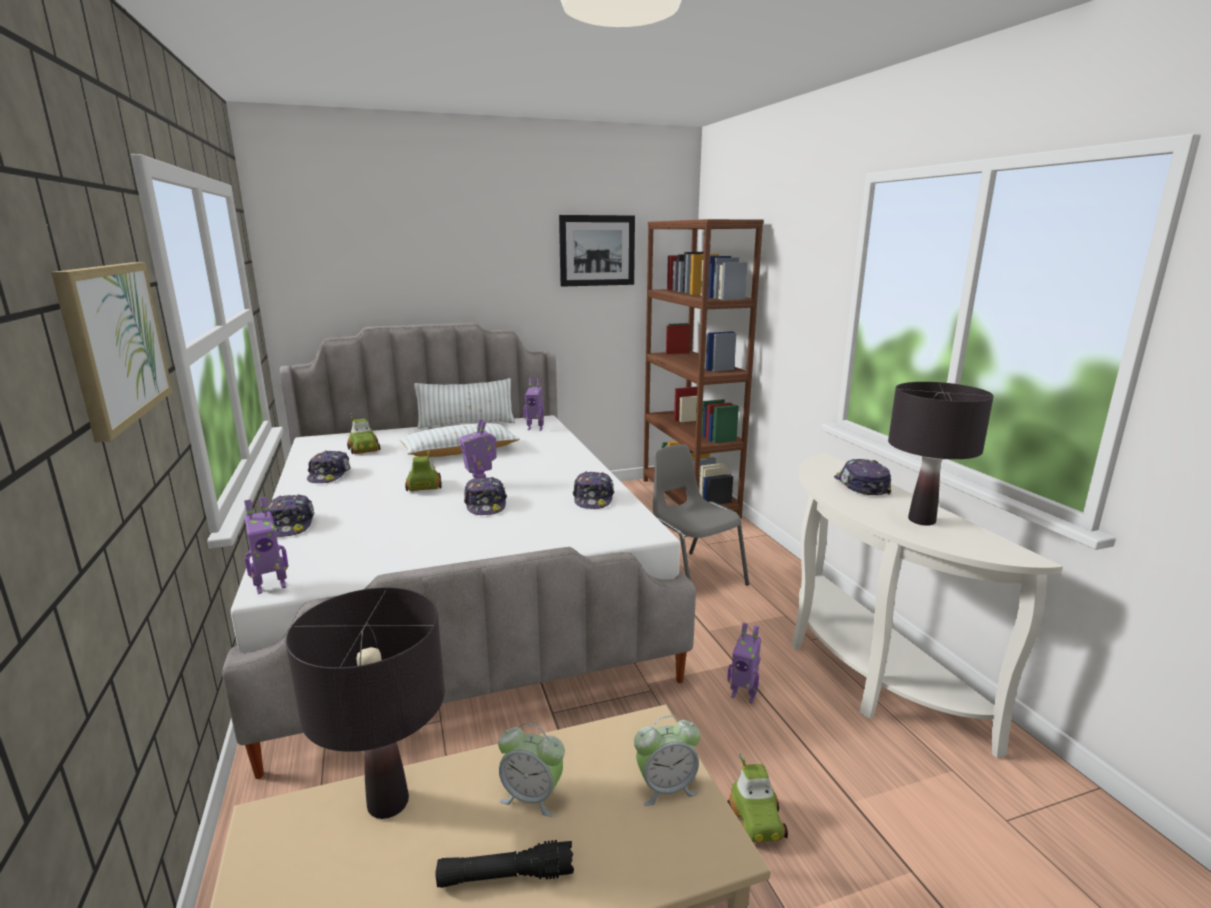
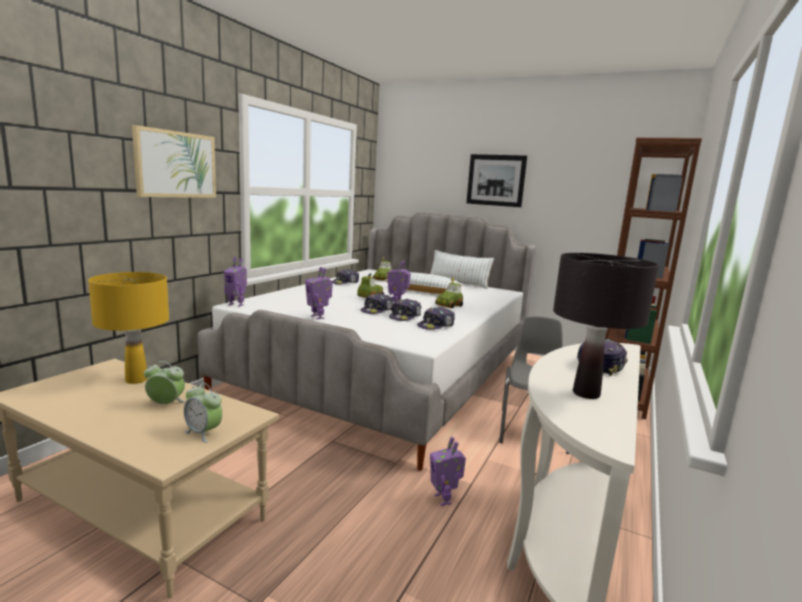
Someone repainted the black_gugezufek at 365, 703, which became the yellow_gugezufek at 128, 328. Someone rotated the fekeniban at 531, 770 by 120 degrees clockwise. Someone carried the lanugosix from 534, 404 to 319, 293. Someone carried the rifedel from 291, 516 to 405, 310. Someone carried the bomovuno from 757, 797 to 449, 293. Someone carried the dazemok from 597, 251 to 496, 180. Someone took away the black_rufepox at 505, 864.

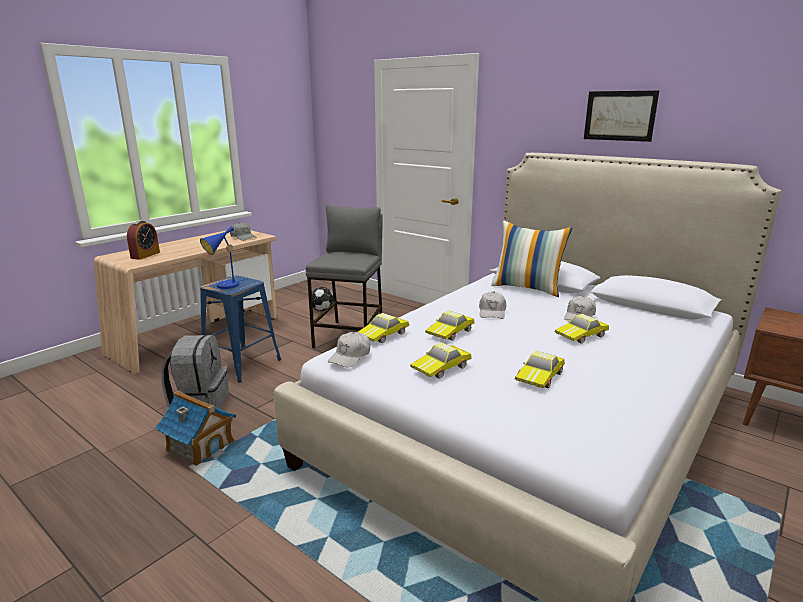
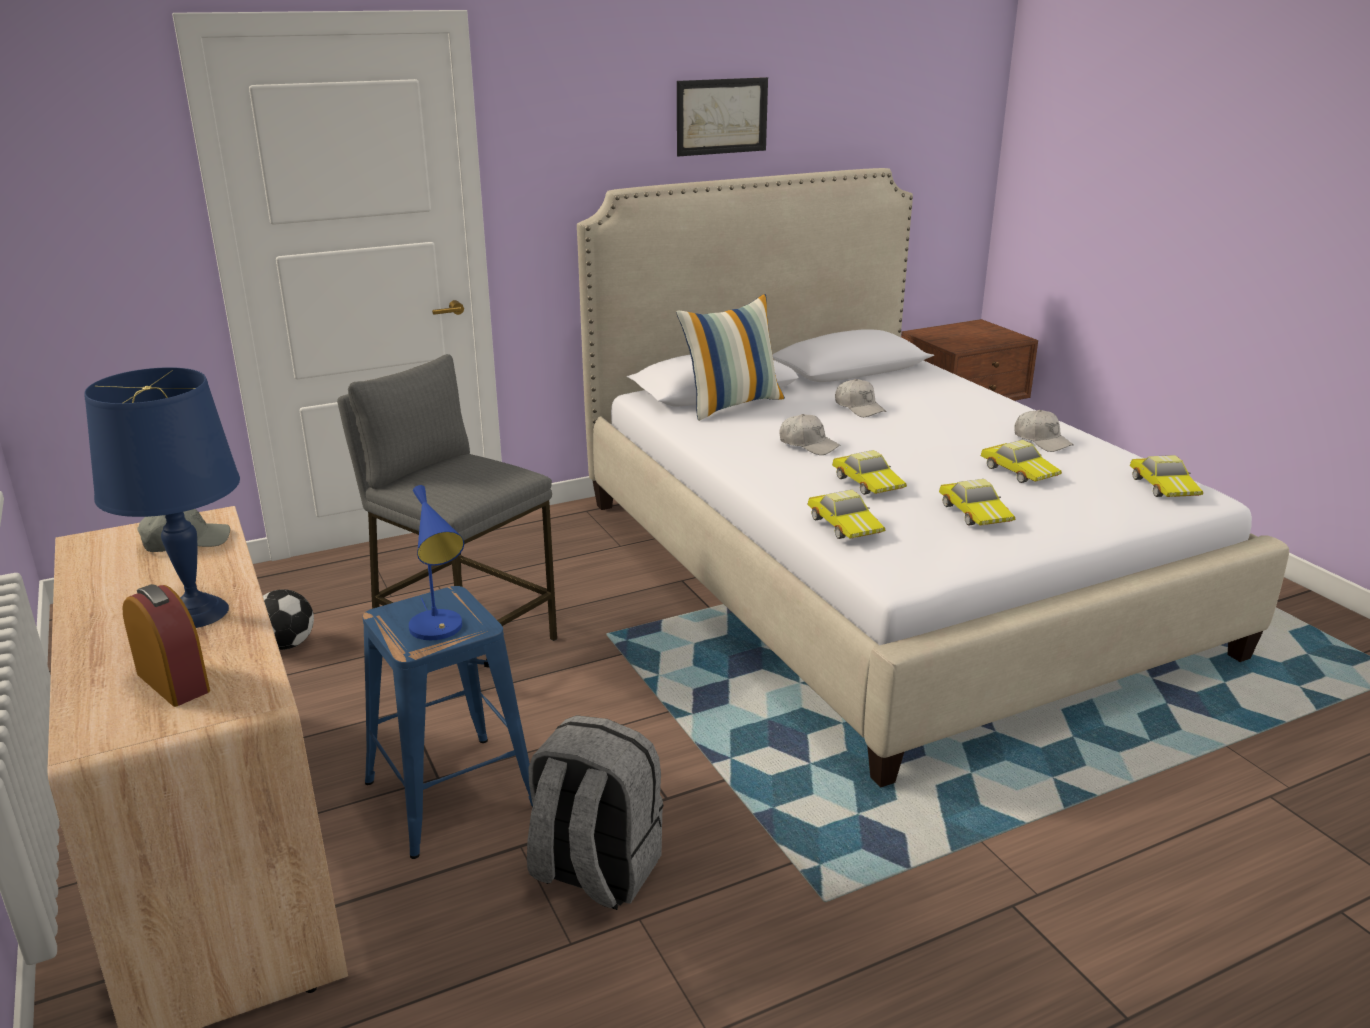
Someone put down the blue_gugezufek at 162, 497. Someone carried the white_rifedel from 349, 350 to 1044, 431. Someone carried the bomovuno from 581, 329 to 1166, 476. Someone took away the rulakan at 195, 428.

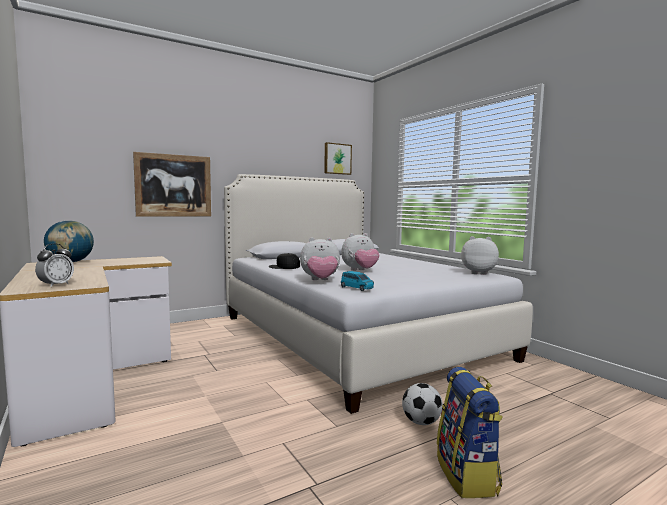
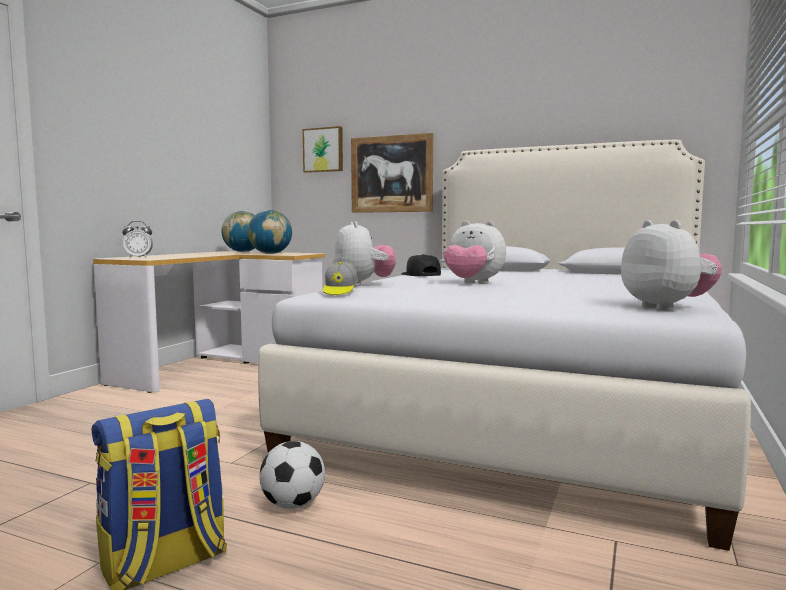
Someone put down the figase at 270, 232. Someone carried the dazemok from 338, 158 to 323, 149. Someone swapped the blue_bomovuno at 357, 281 for the rifedel at 340, 278. Someone rotated the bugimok at 320, 258 by 150 degrees counterclockwise.

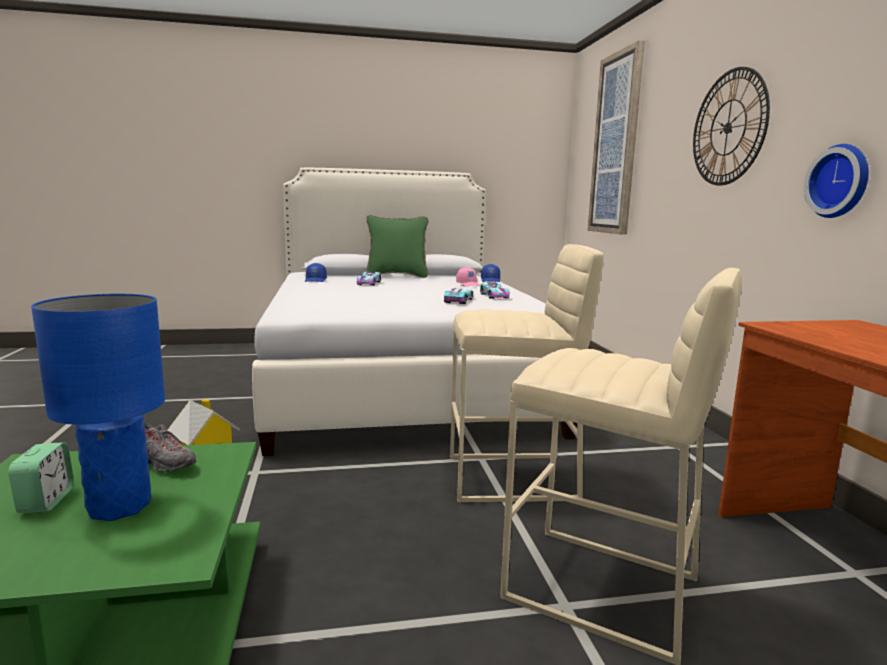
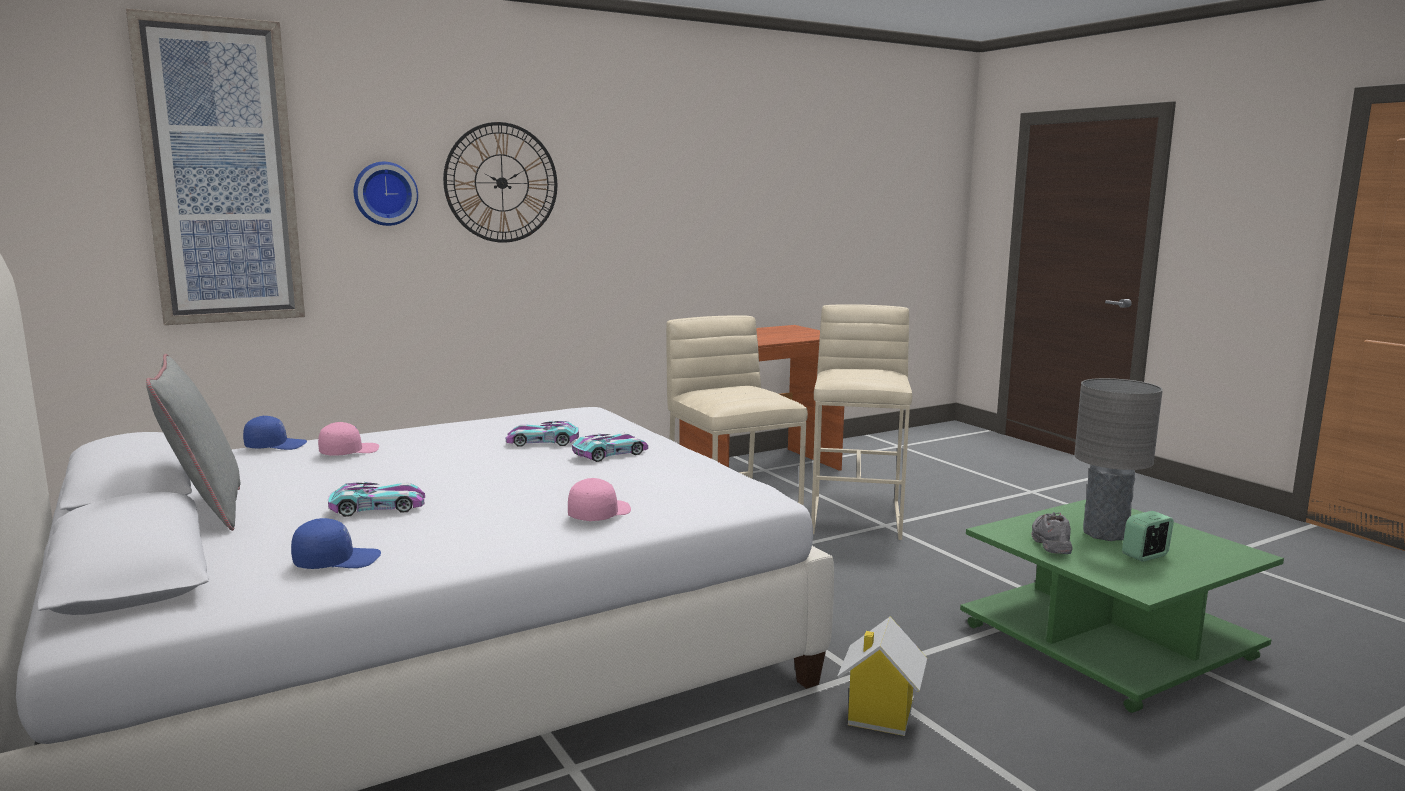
Someone repainted the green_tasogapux at 397, 246, which became the grey_tasogapux at 193, 442. Someone carried the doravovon from 836, 181 to 386, 194. Someone put down the pink_rifedel at 599, 499. Someone carried the bomovuno from 495, 290 to 610, 447. Someone repainted the blue_gugezufek at 98, 407, which became the grey_gugezufek at 1118, 459.

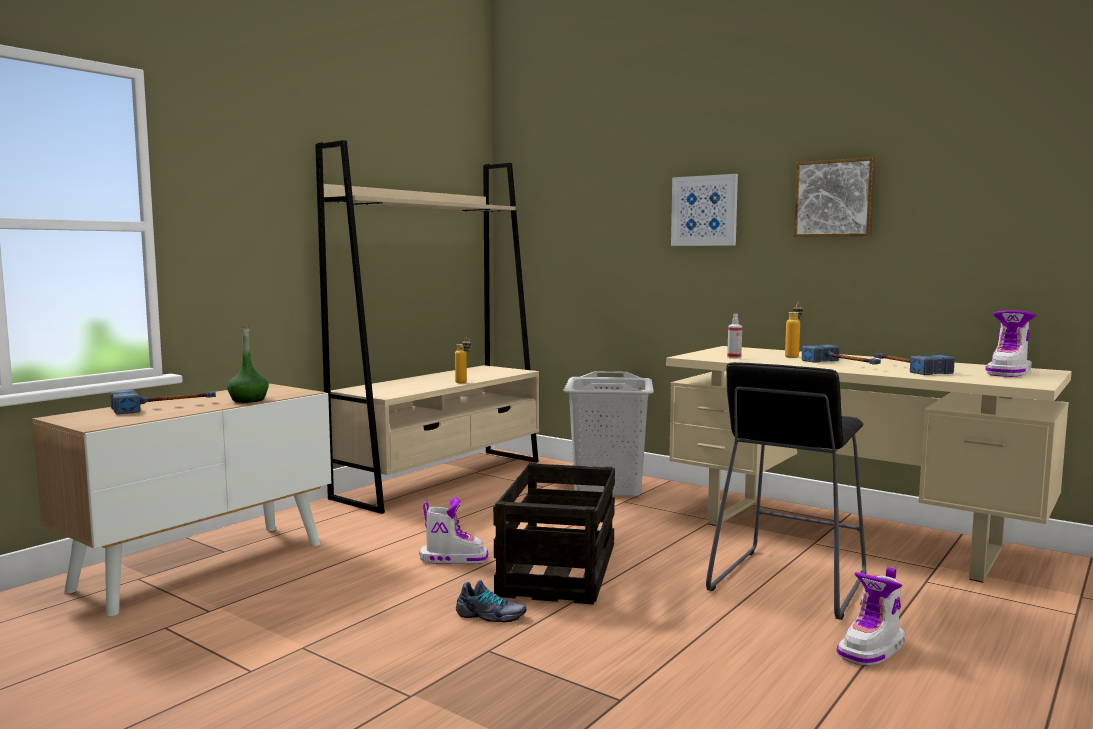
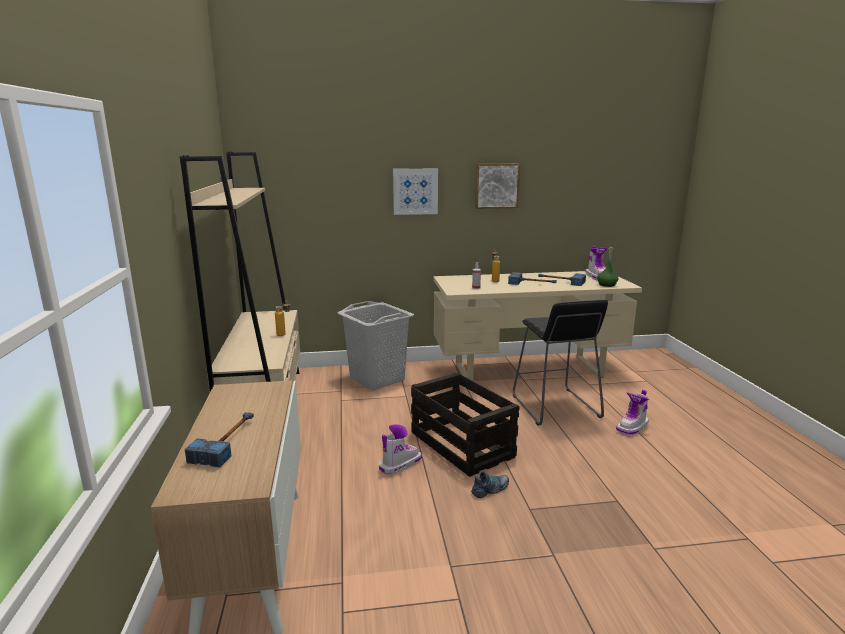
Someone carried the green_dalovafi from 248, 364 to 607, 267. Someone rotated the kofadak at 871, 616 by 45 degrees clockwise.

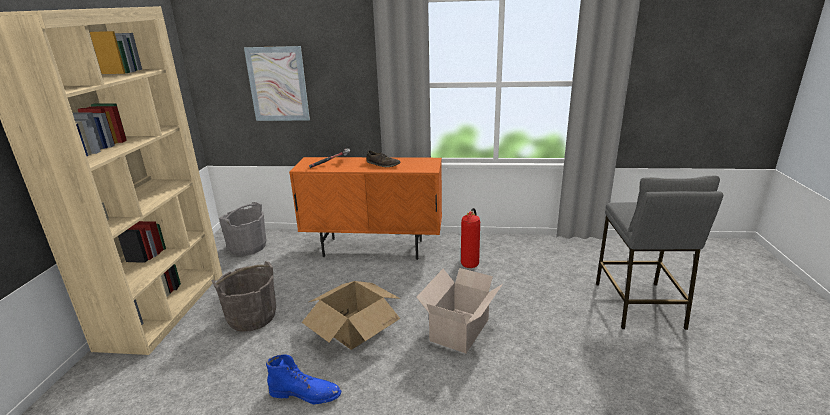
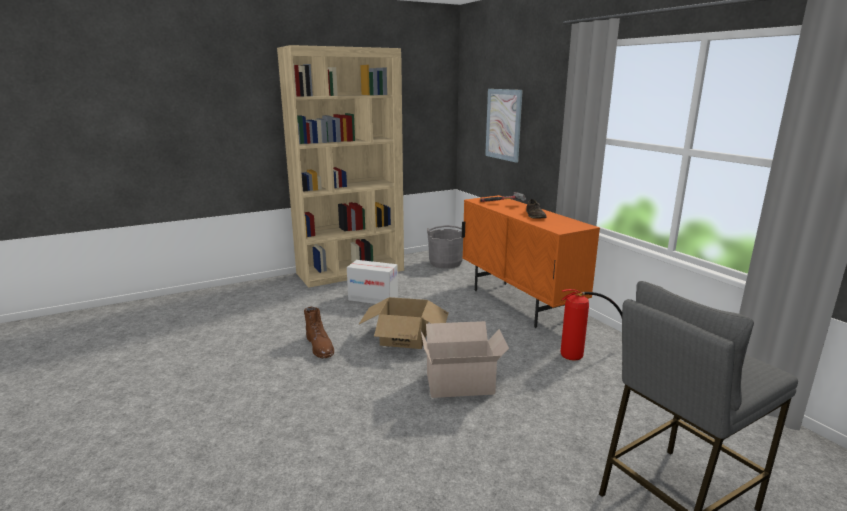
Someone repainted the blue_kofadak at 303, 379, which became the brown_kofadak at 319, 332. Someone swapped the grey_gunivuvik at 243, 296 for the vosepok at 372, 282.

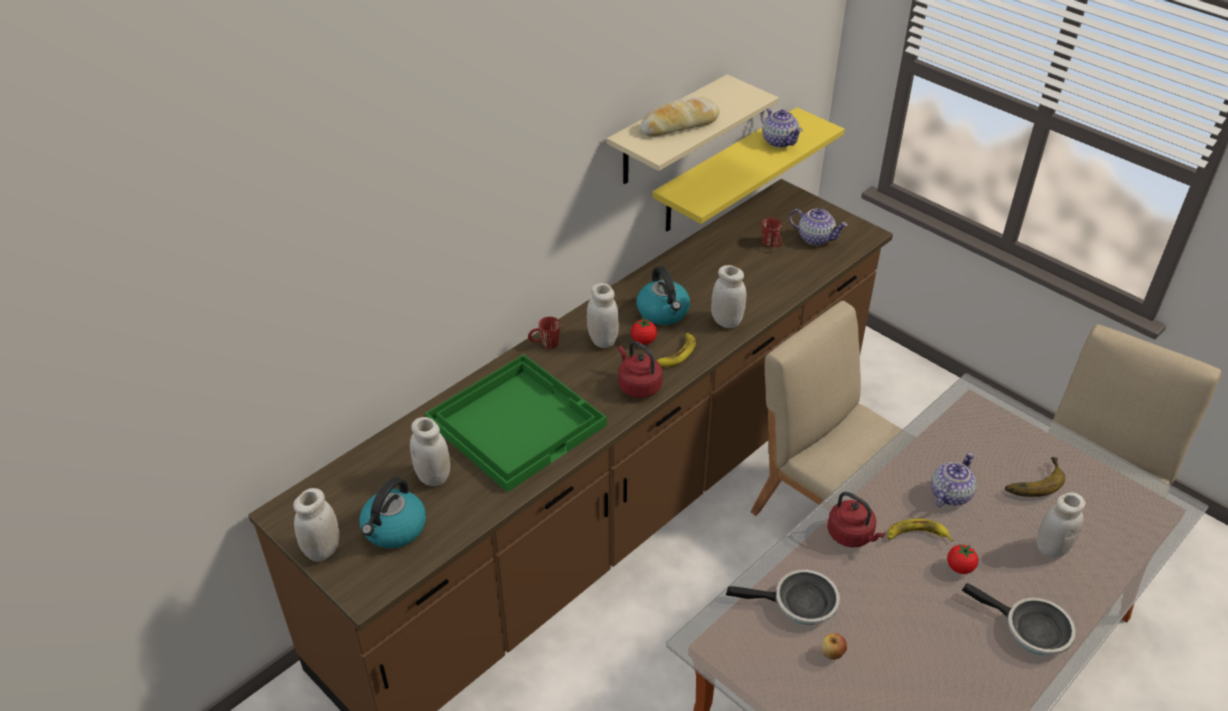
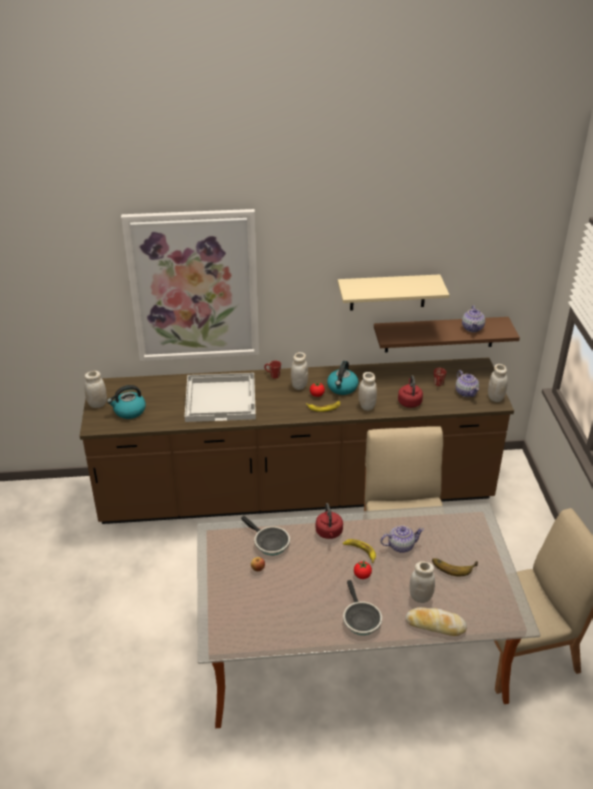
Someone put up the dazemok at 190, 285. Someone repainted the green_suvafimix at 516, 423, which became the white_suvafimix at 220, 397. Someone repainted the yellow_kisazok at 748, 169, which became the brown_kisazok at 447, 335. Someone carried the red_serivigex from 640, 369 to 410, 391. Someone carried the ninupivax from 680, 117 to 436, 621. Someone carried the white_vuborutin from 430, 451 to 498, 383.

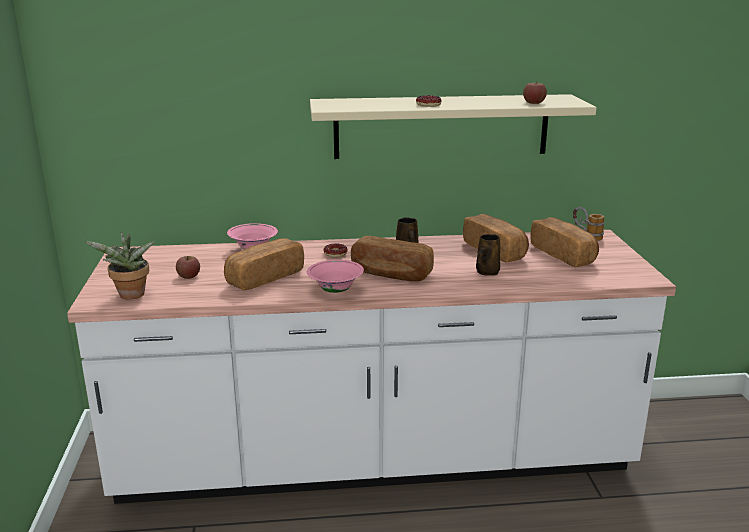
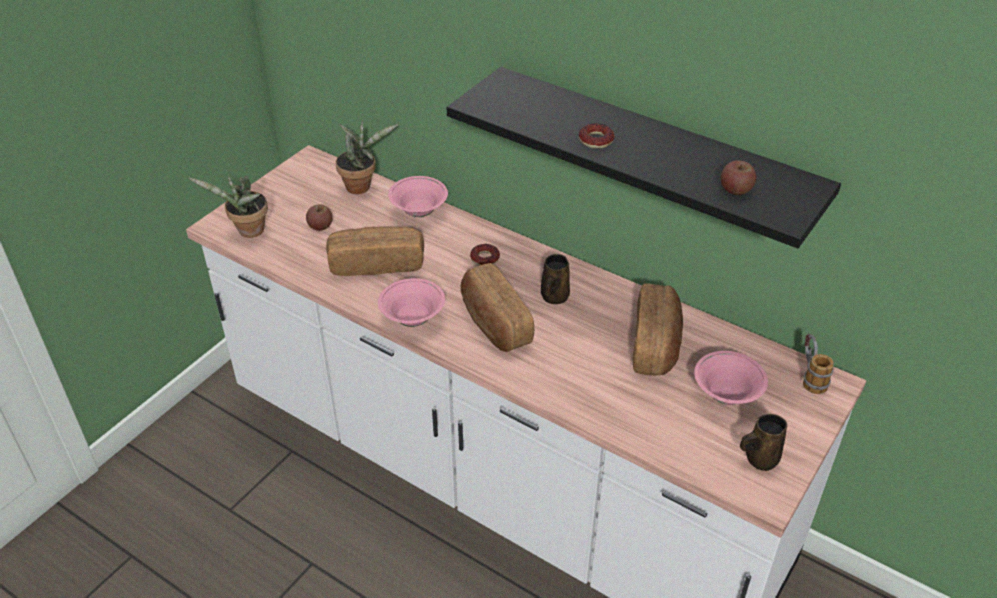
Someone put down the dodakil at 367, 157. Someone repainted the beige_kisazok at 453, 126, which became the black_kisazok at 644, 157. Someone swapped the ninupivax at 564, 242 for the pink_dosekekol at 731, 378. Someone carried the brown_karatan from 488, 255 to 763, 442.

